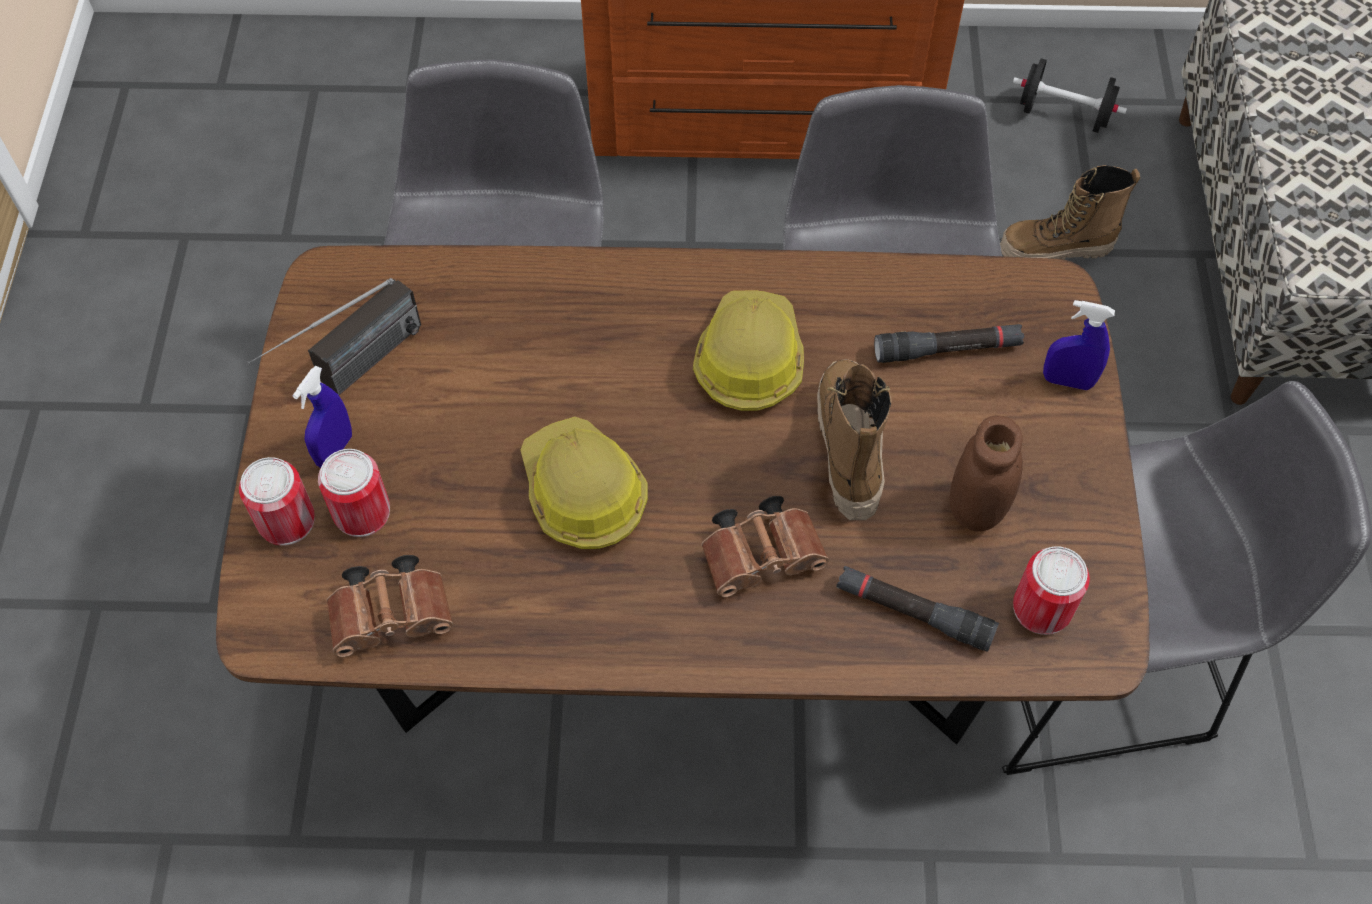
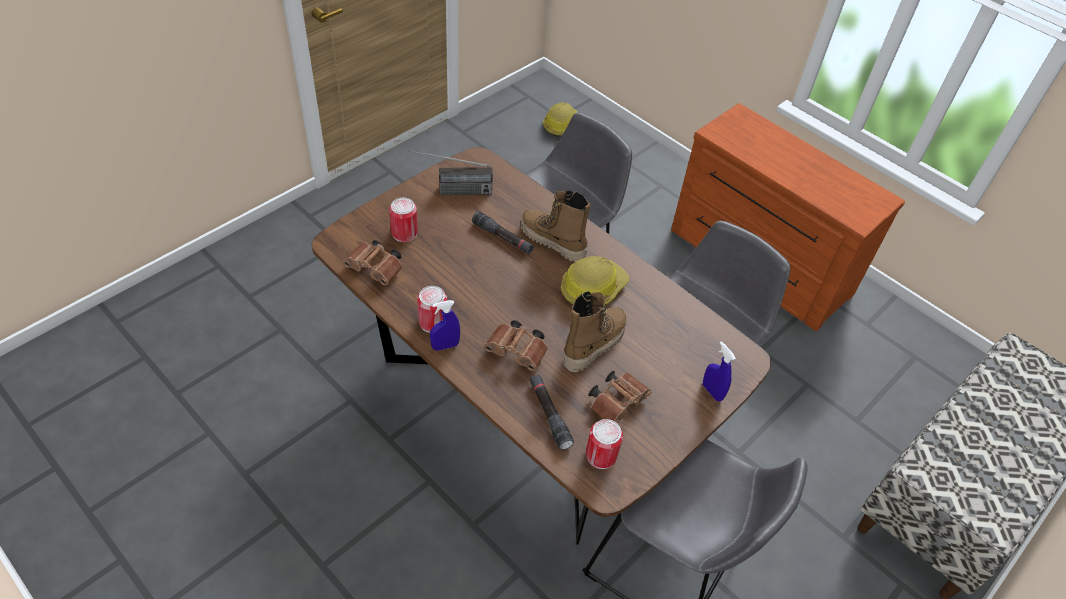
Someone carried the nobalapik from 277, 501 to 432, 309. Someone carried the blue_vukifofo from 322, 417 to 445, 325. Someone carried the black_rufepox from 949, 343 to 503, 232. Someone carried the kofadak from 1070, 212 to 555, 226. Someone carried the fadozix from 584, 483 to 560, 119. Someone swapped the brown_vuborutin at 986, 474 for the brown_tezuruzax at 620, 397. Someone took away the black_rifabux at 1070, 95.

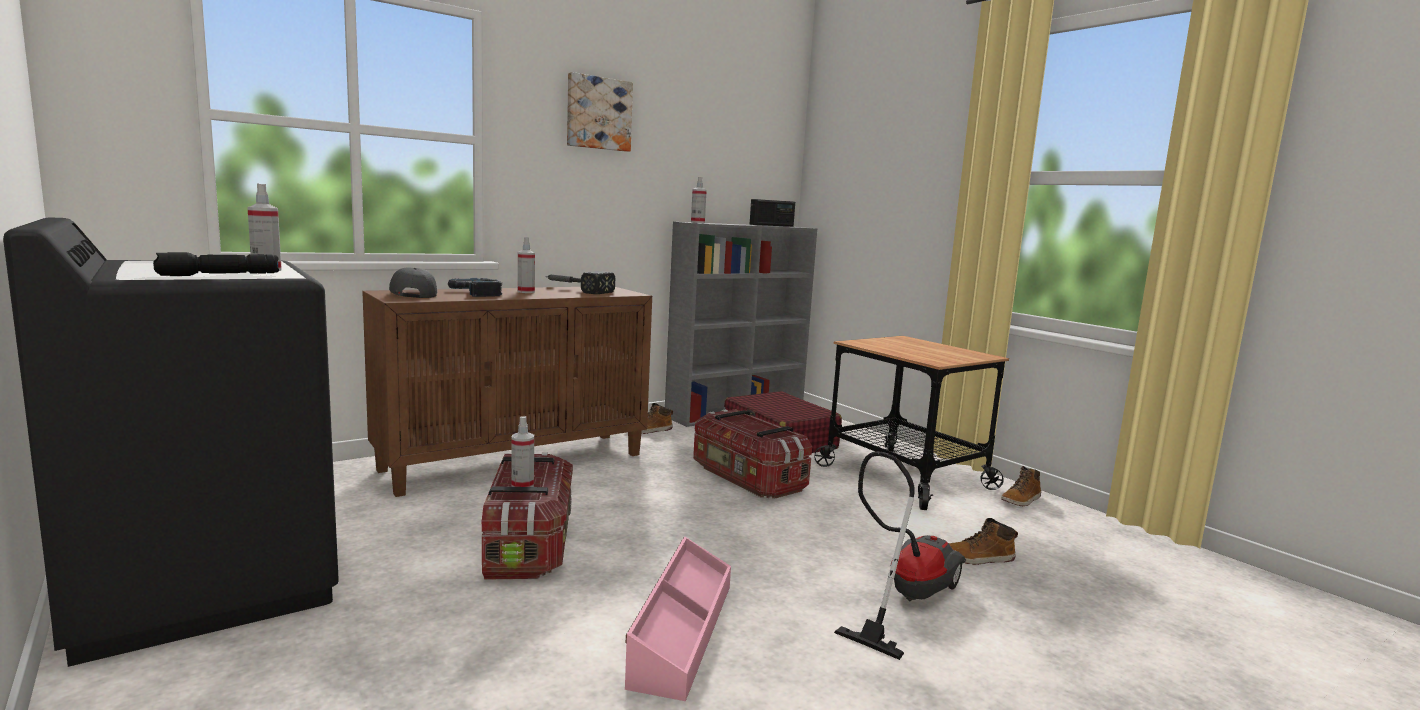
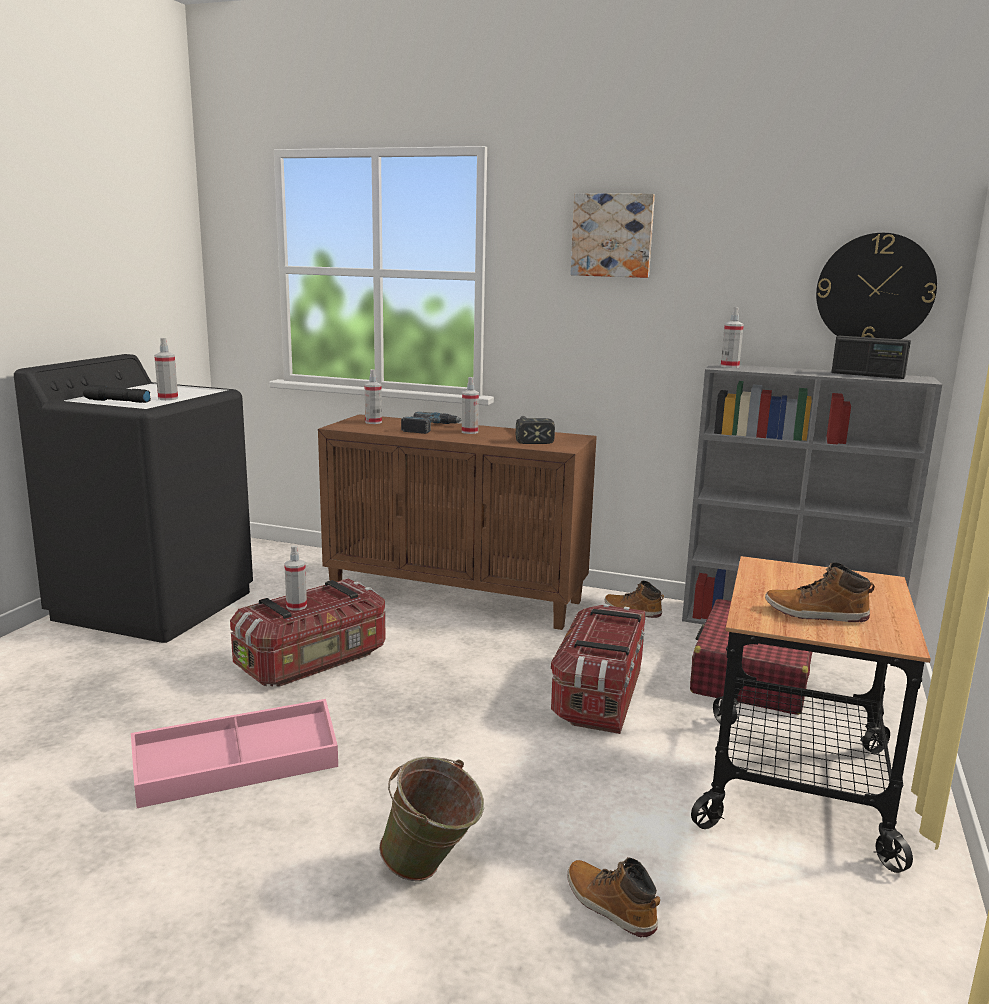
Someone swapped the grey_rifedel at 413, 282 for the vukifofo at 373, 396. Someone swapped the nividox at 900, 555 for the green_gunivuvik at 431, 818. Someone carried the kofadak from 1021, 486 to 820, 592. Someone put up the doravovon at 876, 286.

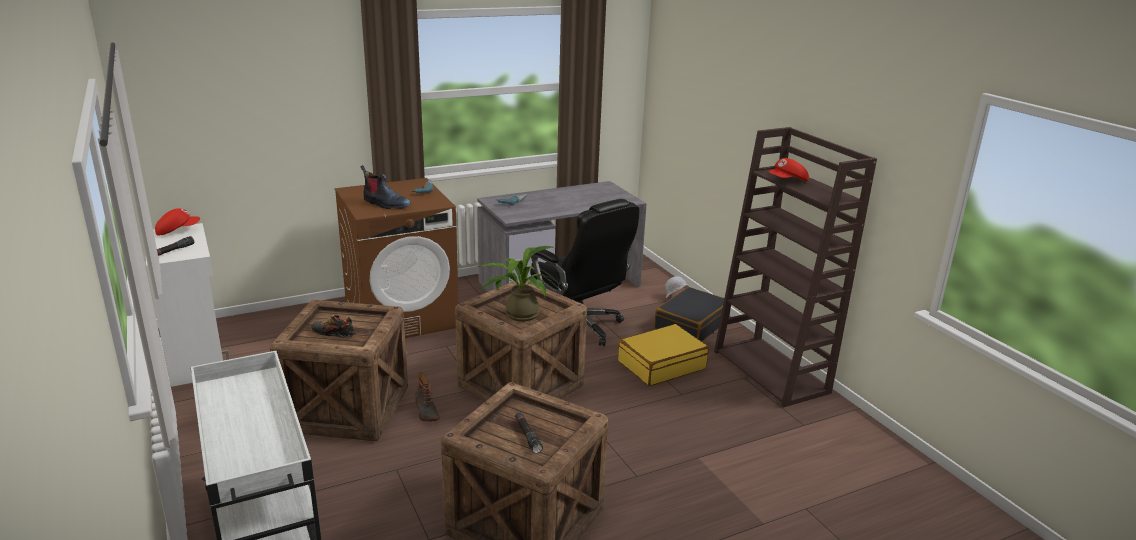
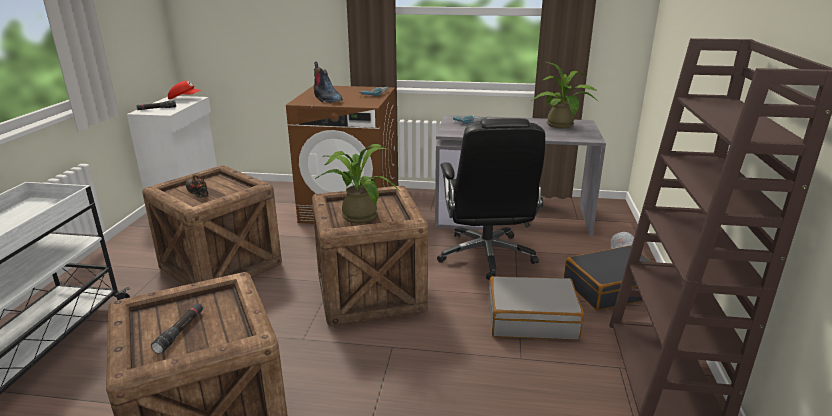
Someone repainted the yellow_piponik at 663, 355, which became the grey_piponik at 536, 308. Someone put down the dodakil at 565, 95. Someone took away the kofadak at 427, 397. Someone took away the red_rifedel at 788, 169.

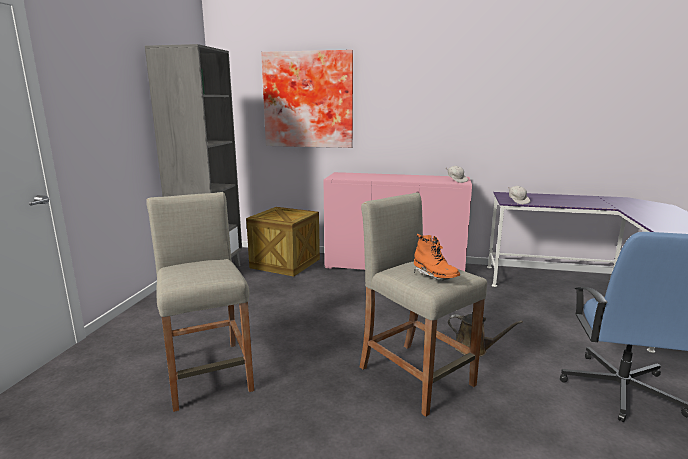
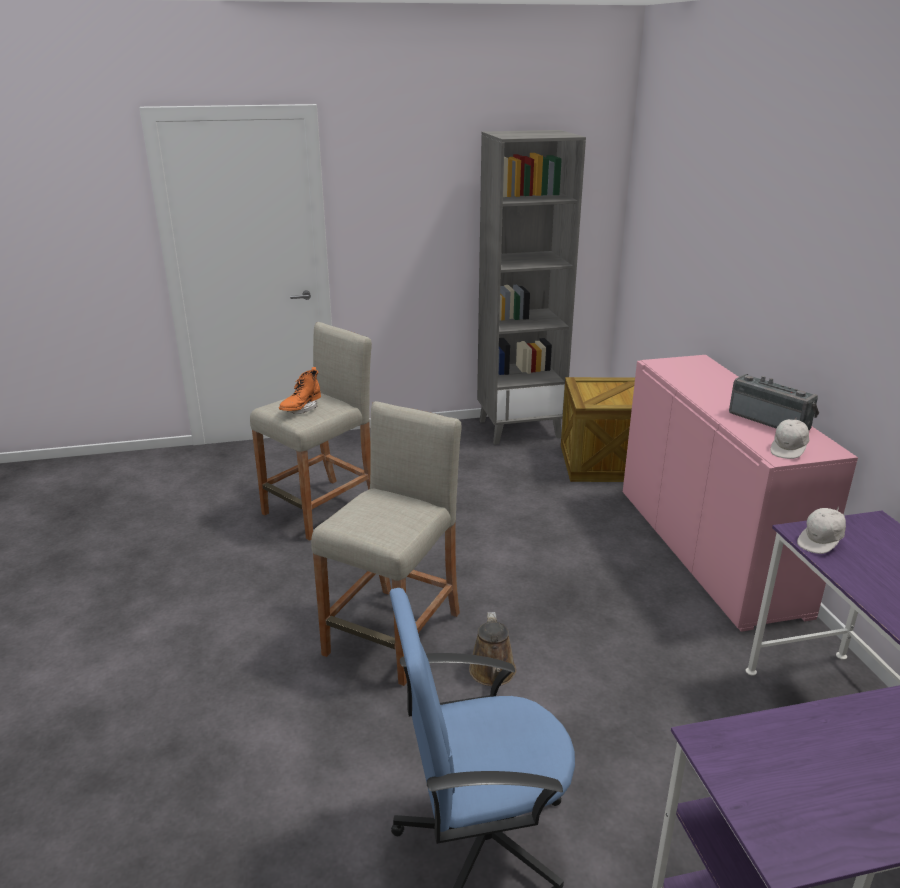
Someone carried the orange_kofadak from 437, 257 to 300, 390. Someone put down the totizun at 774, 402. Someone took away the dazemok at 307, 99.

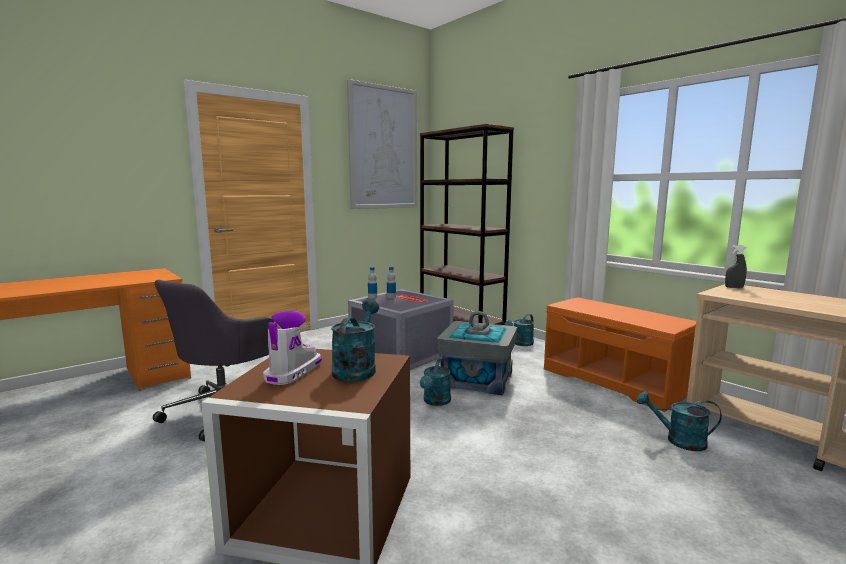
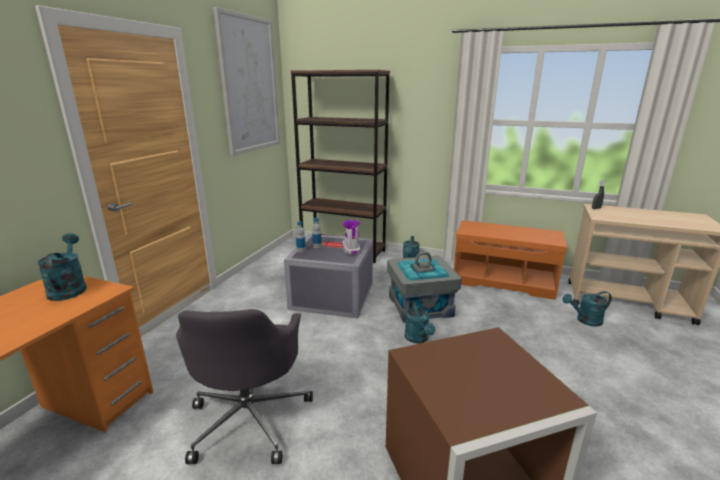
Someone carried the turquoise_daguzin from 355, 340 to 62, 267. Someone carried the kofadak from 292, 348 to 351, 237.

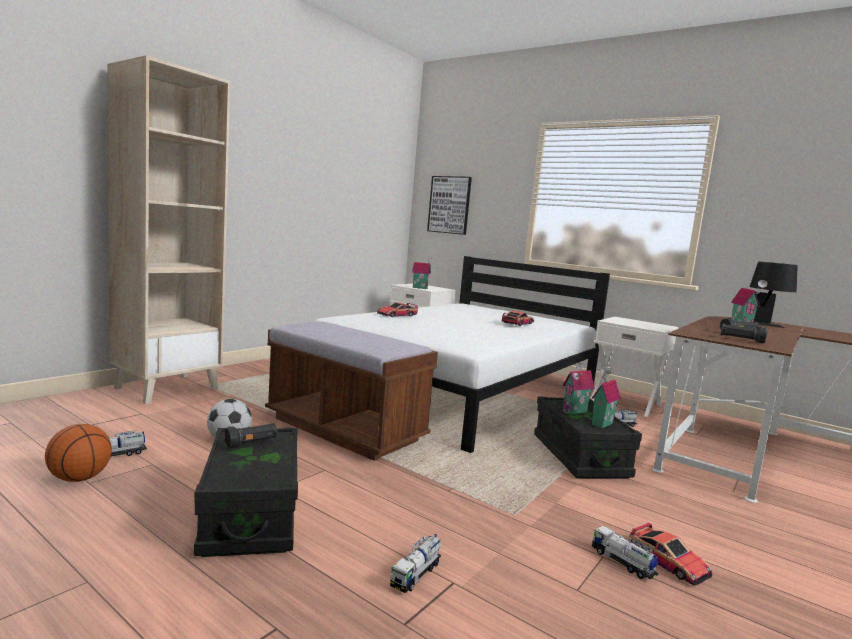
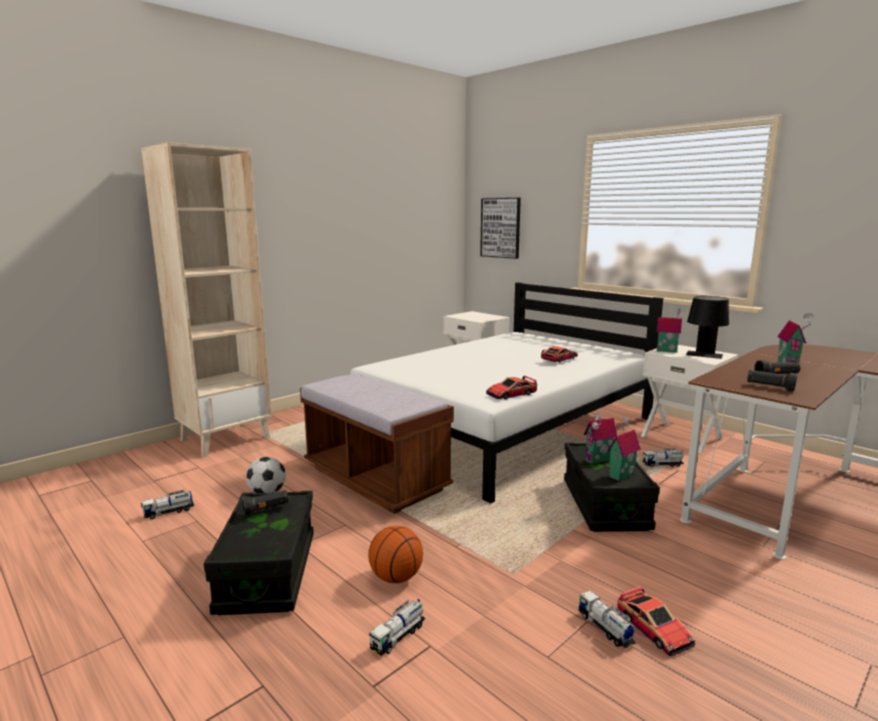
Someone carried the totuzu from 78, 453 to 395, 554. Someone carried the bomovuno from 397, 309 to 511, 387. Someone carried the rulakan from 421, 273 to 669, 331. Someone carried the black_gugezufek from 773, 294 to 707, 327.

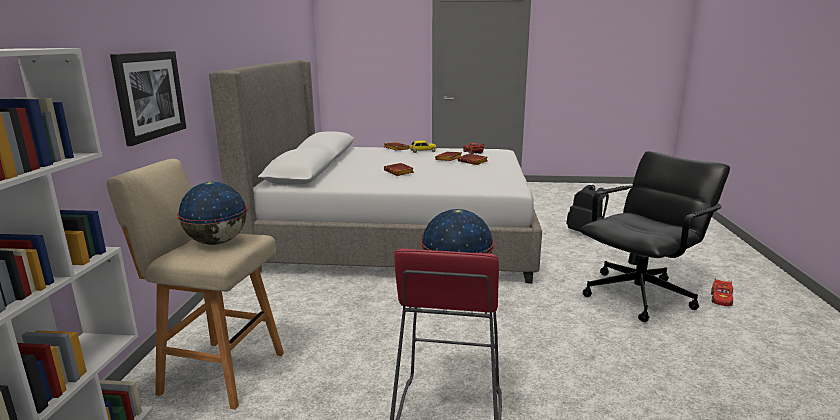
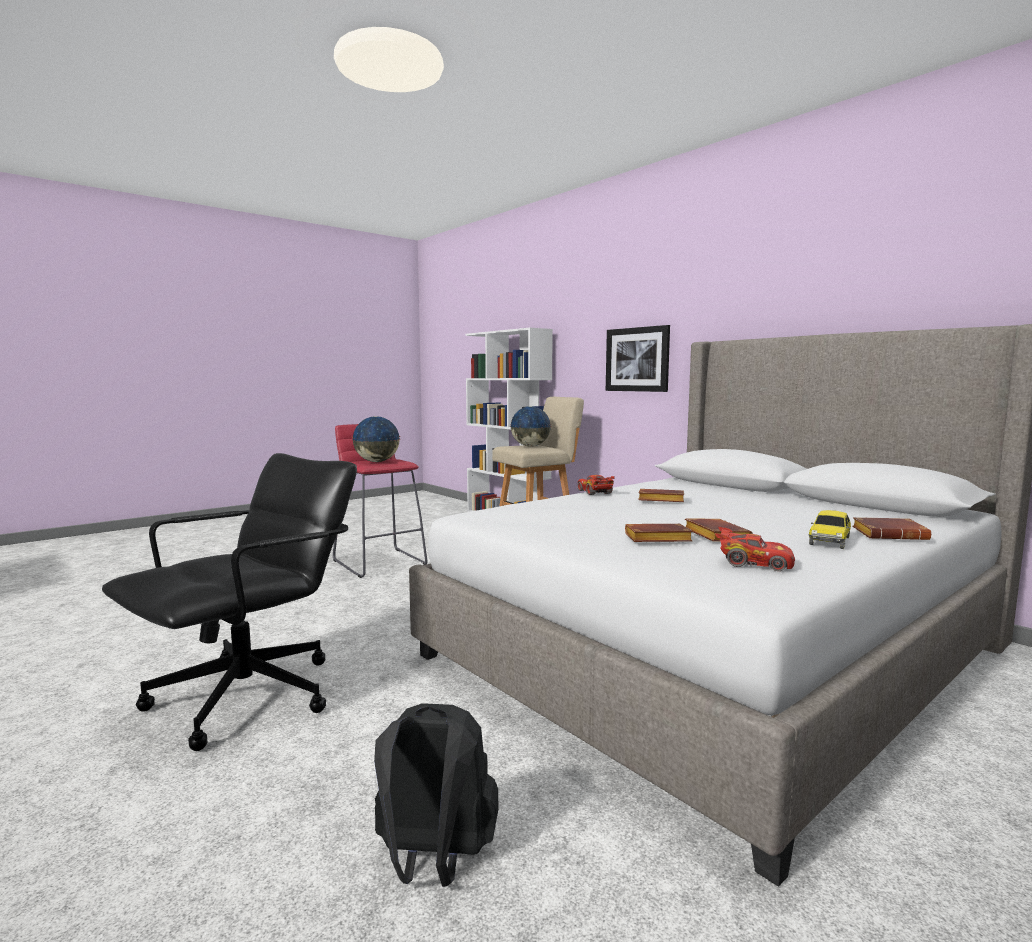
Someone rotated the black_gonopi at 654, 236 by 150 degrees counterclockwise. Someone carried the red_bomovuno from 722, 292 to 596, 485.

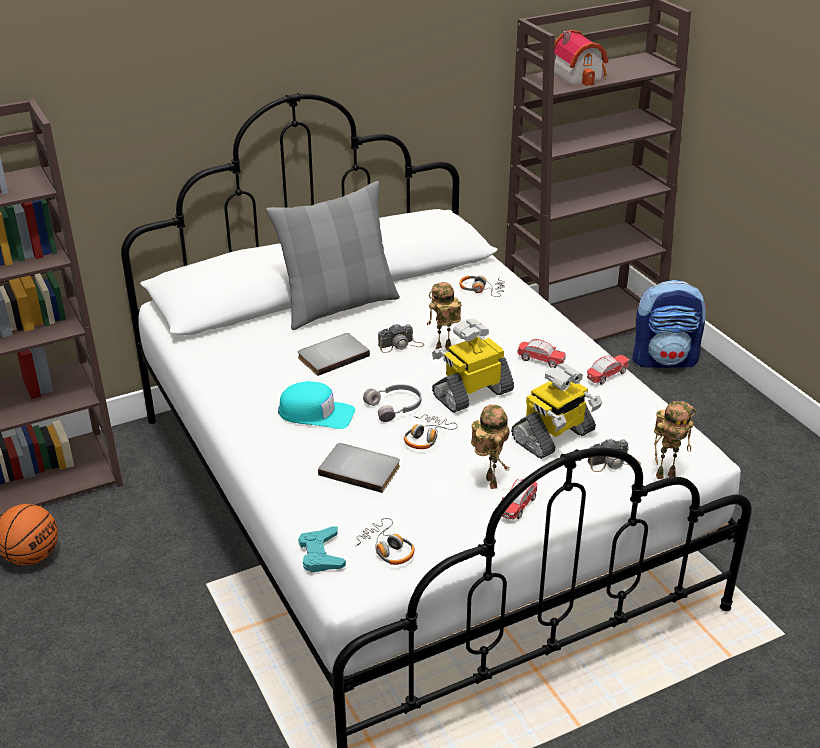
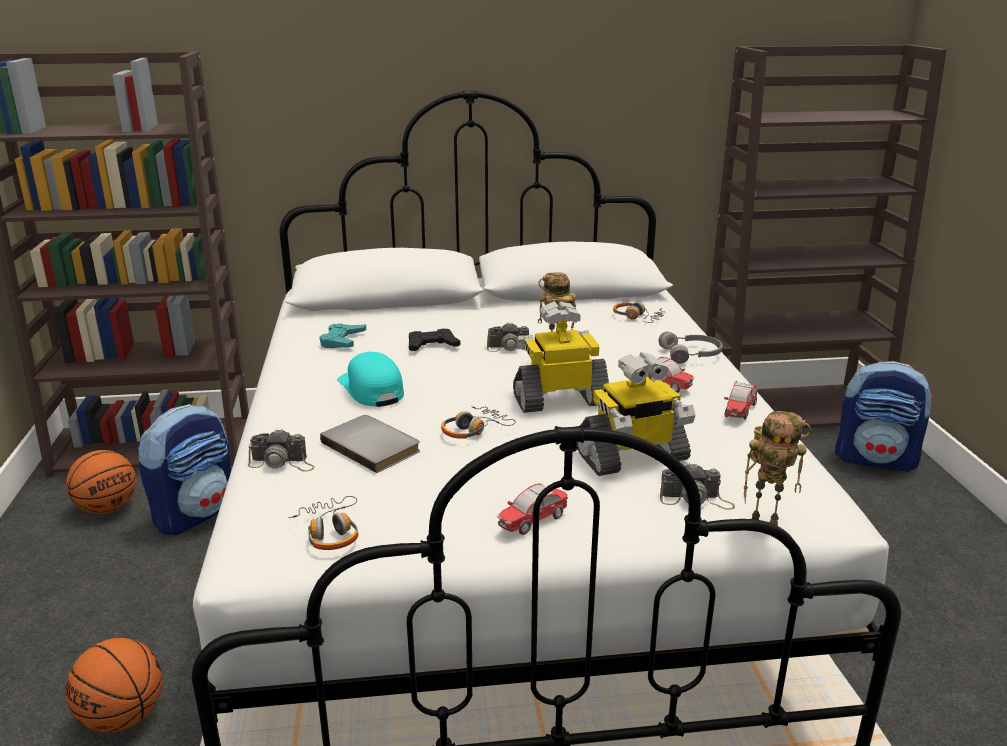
Someone put down the totuzu at 114, 685. Someone put down the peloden at 184, 469. Someone put down the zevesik at 281, 450. Someone carried the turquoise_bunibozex from 322, 549 to 342, 336. Someone rotated the turquoise_rifedel at 316, 405 by 150 degrees counterclockwise. Someone swapped the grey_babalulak at 334, 354 for the black_bunibozex at 434, 340. Someone carried the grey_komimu from 392, 403 to 691, 348. Someone rotated the bomovuno at 608, 370 by 135 degrees clockwise. Someone took away the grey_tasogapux at 333, 255. Someone took away the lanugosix at 490, 446. Someone took away the rulakan at 581, 58.

